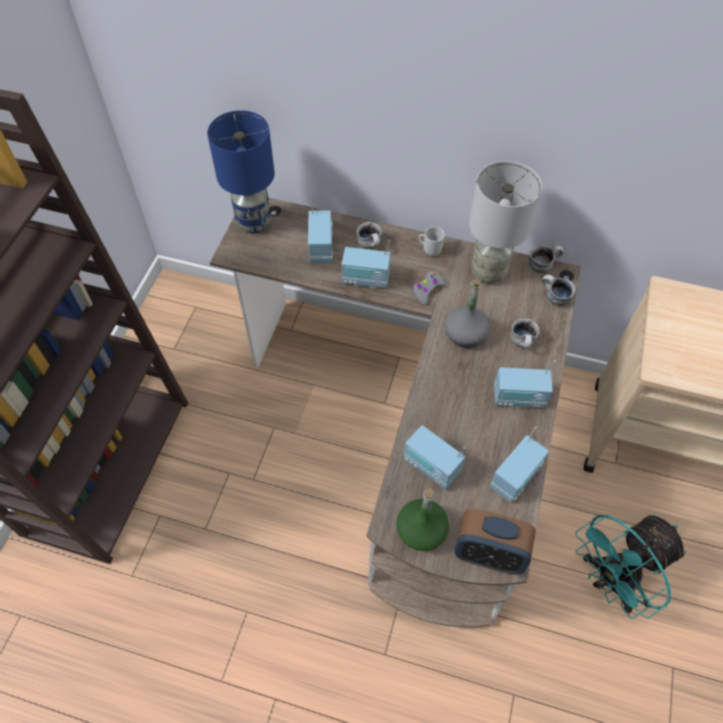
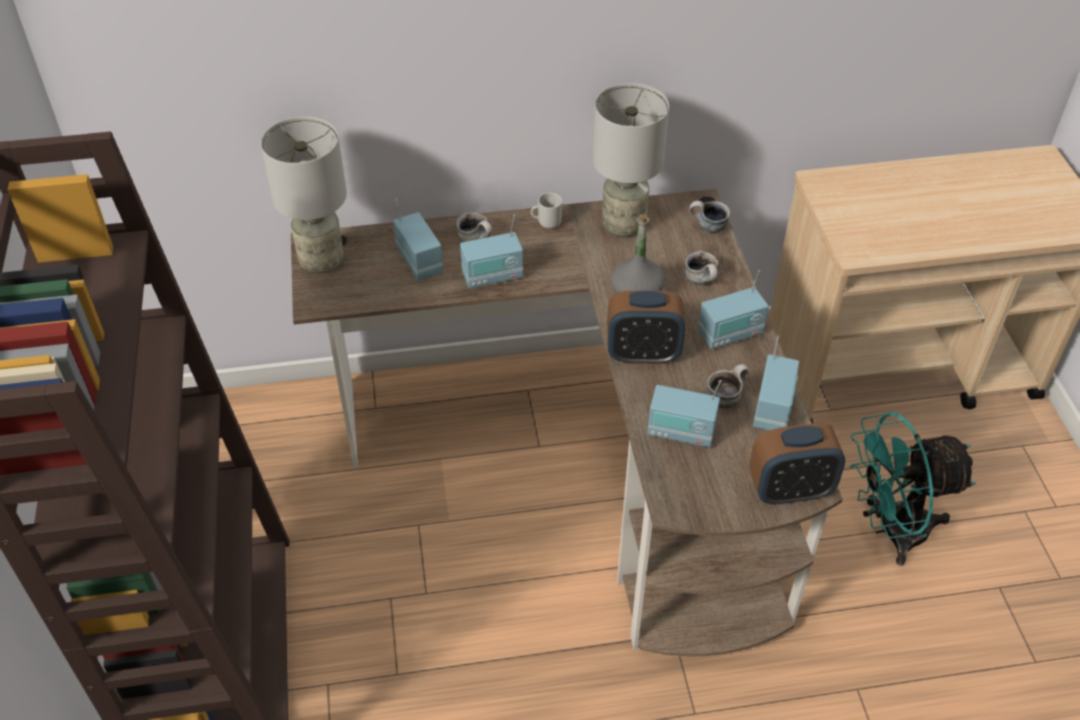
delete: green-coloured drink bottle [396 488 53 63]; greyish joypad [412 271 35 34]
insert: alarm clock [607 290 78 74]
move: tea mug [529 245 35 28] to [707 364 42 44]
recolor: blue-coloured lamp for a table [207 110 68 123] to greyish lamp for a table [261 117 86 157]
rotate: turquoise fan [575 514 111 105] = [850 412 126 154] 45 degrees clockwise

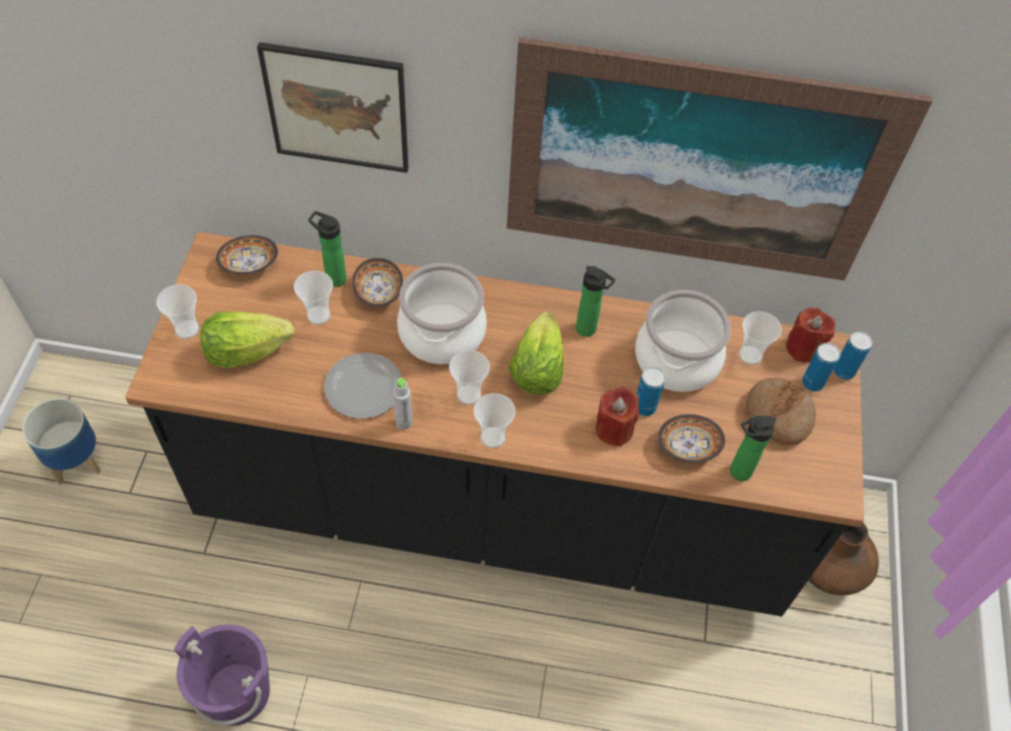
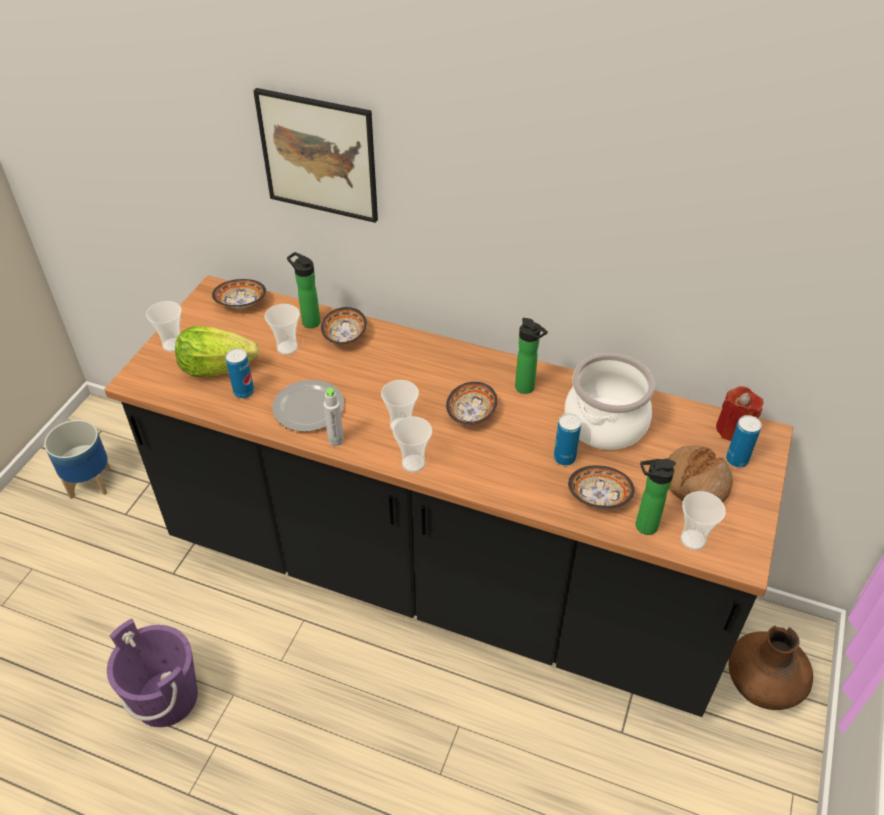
delete: saucepot [397 263 90 101]; picture [507 37 425 243]; red wax light [596 387 43 60]
move: sealed can [834 331 39 49] to [225 348 29 51]; small cup [739 311 43 54] to [680 491 46 59]
replace: lettuce head [509 311 55 83] to bowl [446 382 51 43]

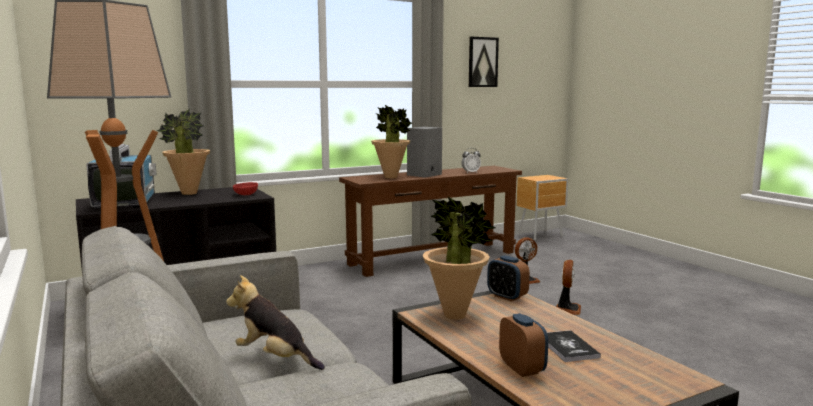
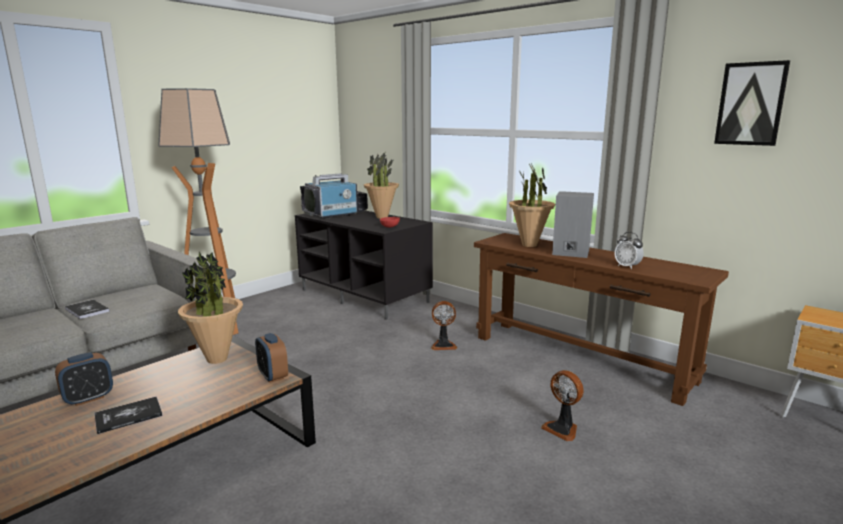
move: fan [556 260 25 55] to [431 301 26 49]
replace: plush toy [226 275 99 95] to book [65 300 44 19]
rotate: alarm clock [487 255 43 46] = [255 333 33 50] 60 degrees counterclockwise

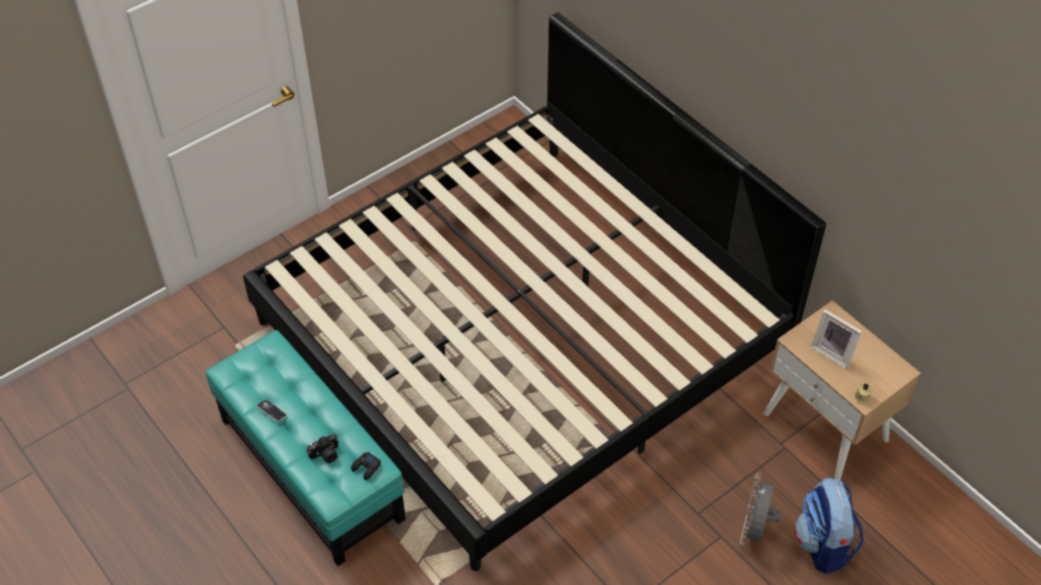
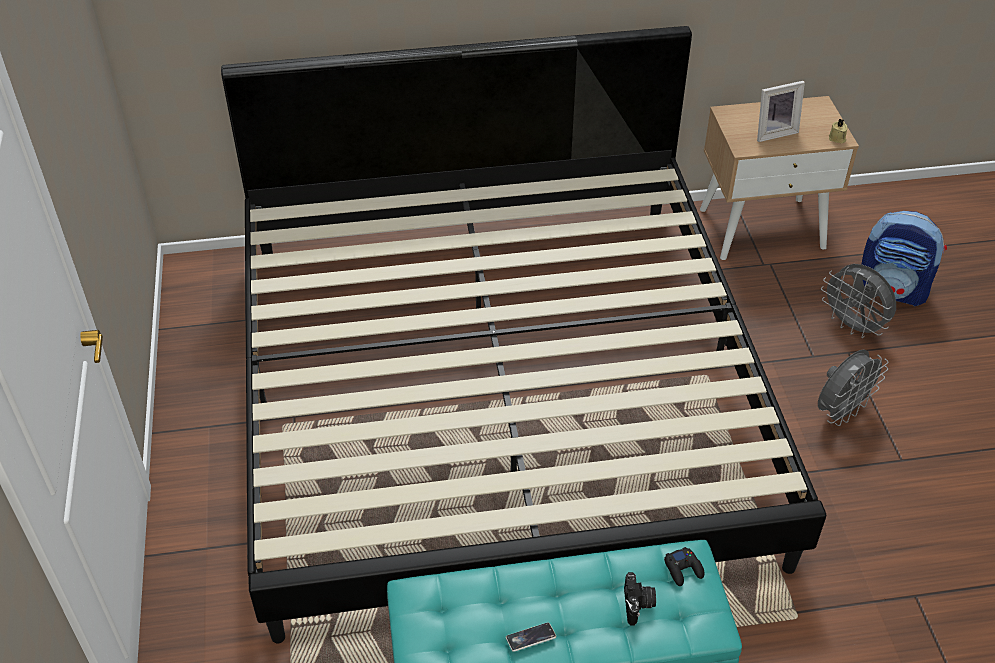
insert: greyish fan [818 349 71 77]

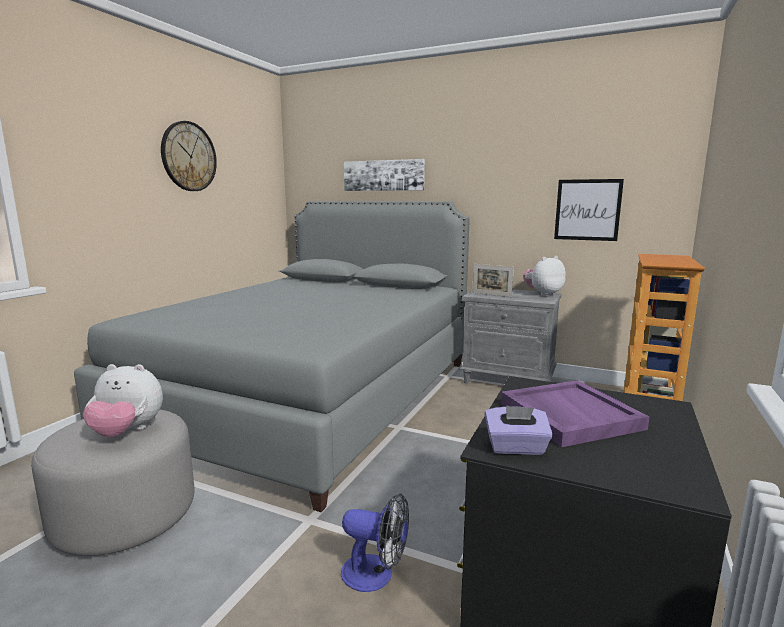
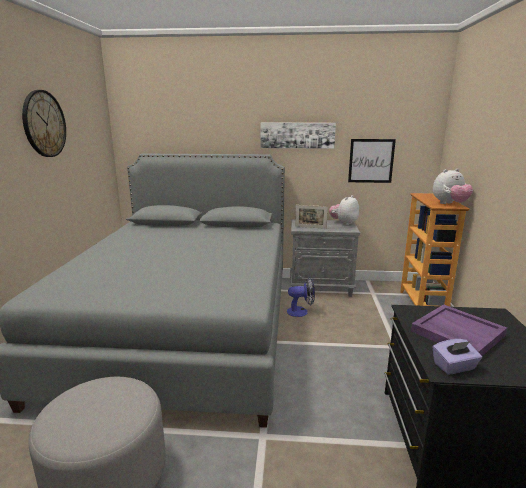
move: picture [344 159 81 32] to [261 123 75 26]; fan [341 493 68 99] to [287 277 28 40]; plush toy [83 364 80 73] to [433 169 40 35]

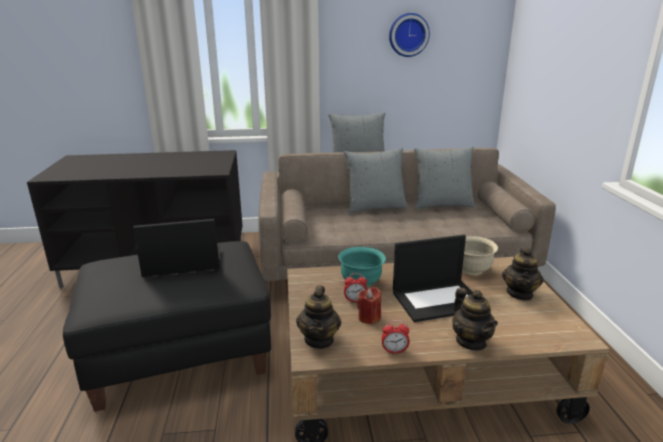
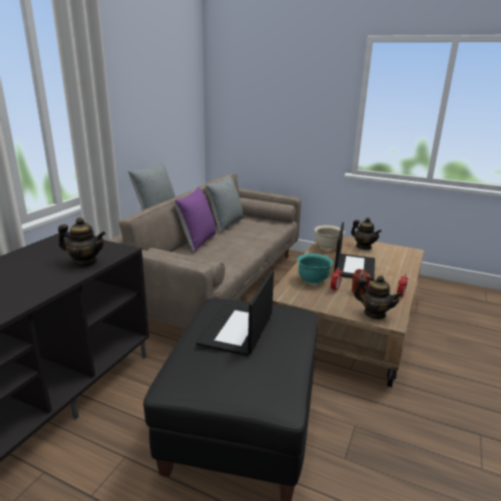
delete: hanging clock [389 13 41 44]
move: teapot [452 288 46 63] to [58 217 48 49]
recolor: greyish cushion [344 148 64 66] to purplish cushion [175 186 41 67]

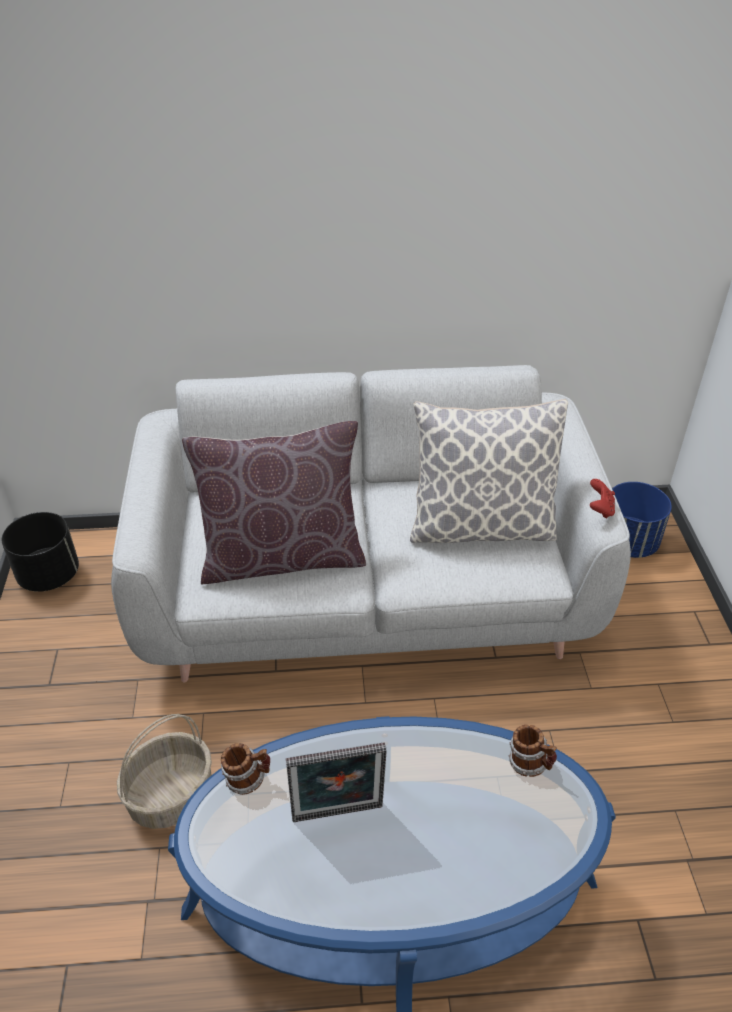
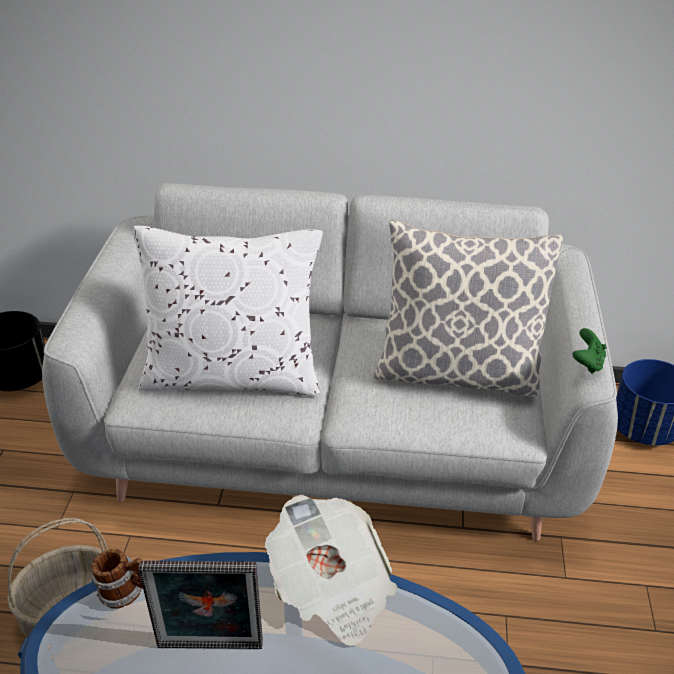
delete: tea mug [509 725 48 52]
insert: daily paper [265 495 133 151]
recolor: brownish cushion [182 421 184 163] to whitish cushion [133 226 190 170]; red joypad [590 479 25 40] to green-coloured joypad [573 328 34 46]

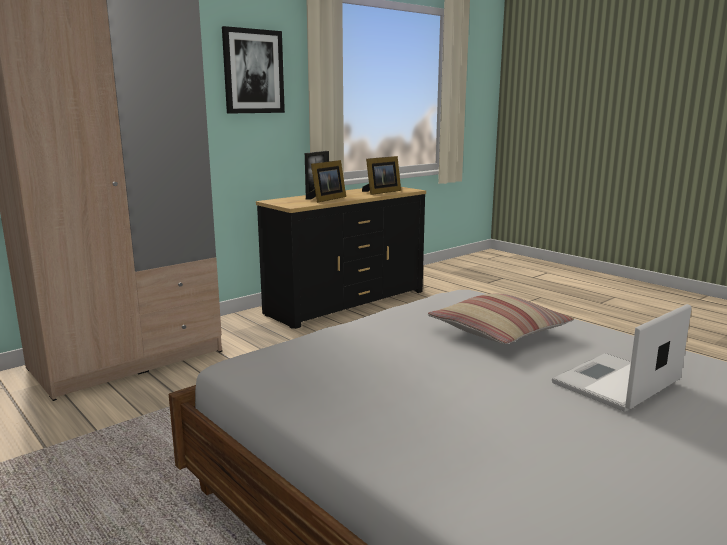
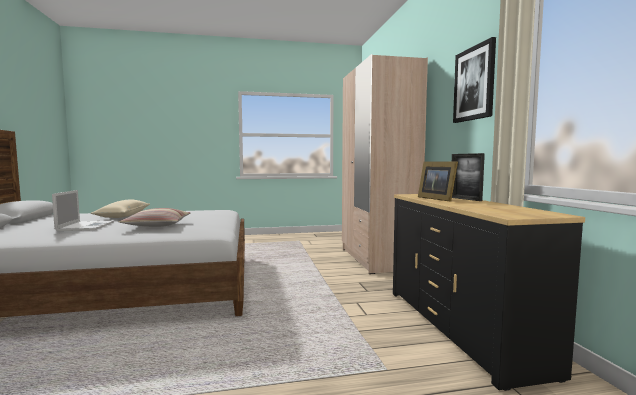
delete: photo frame [362 156 39 39]
insert: beige-coloured cushion [90 199 60 19]

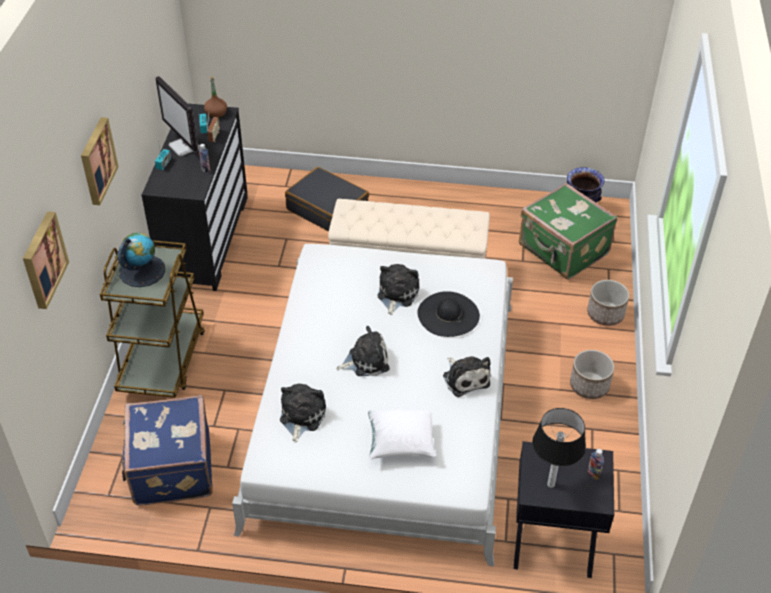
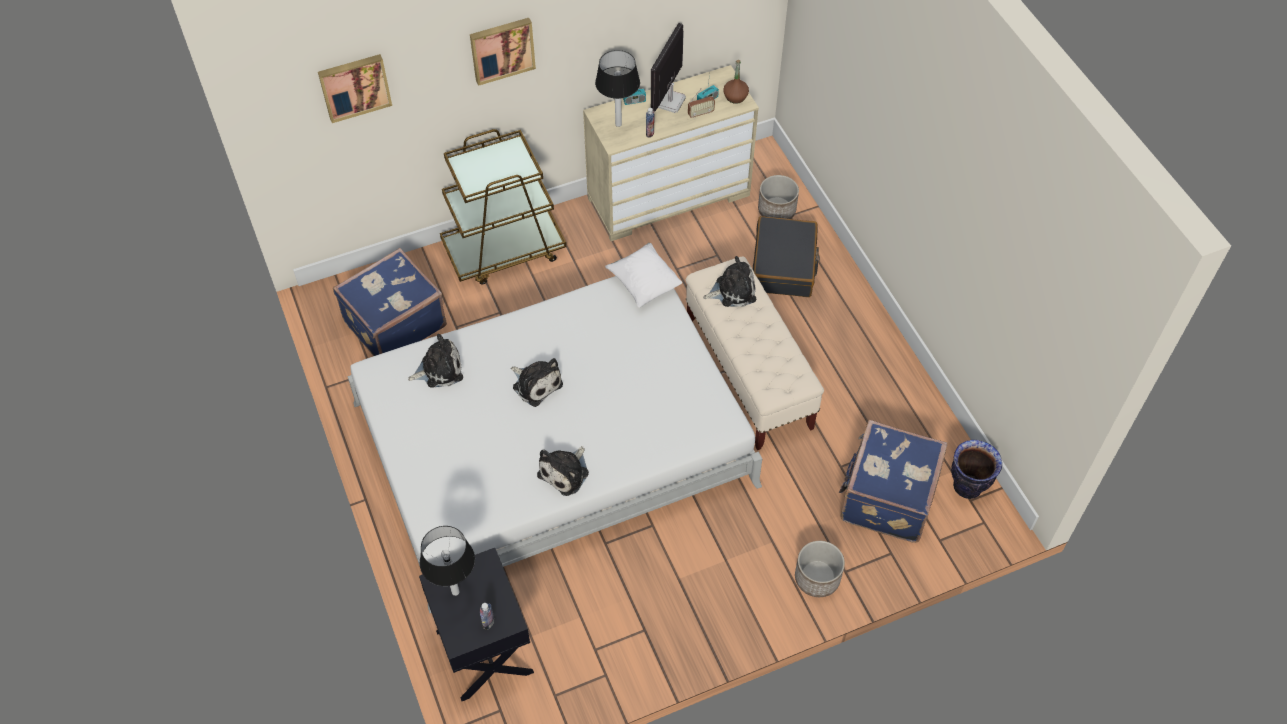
delete: desk globe [117 233 48 54]; blackish hat [418 291 62 46]
insert: lamp for a table [595 50 45 77]
move: whitish cushion [368 409 69 50] to [605 243 77 65]; plush toy [377 264 42 51] to [703 256 53 51]; planter [570 350 44 49] to [758 175 41 44]
recolor: blackish chest of drawers [142 104 106 187] to beige-coloured chest of drawers [583 65 176 176]; green-coloured suitcase [519 183 98 96] to blue-coloured suitcase [839 420 109 123]

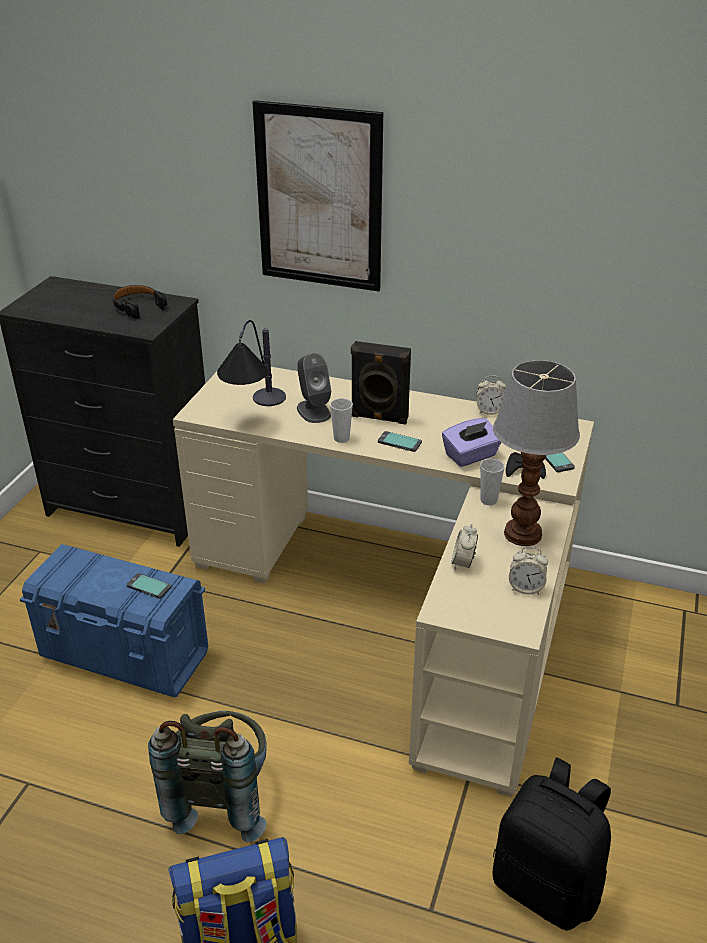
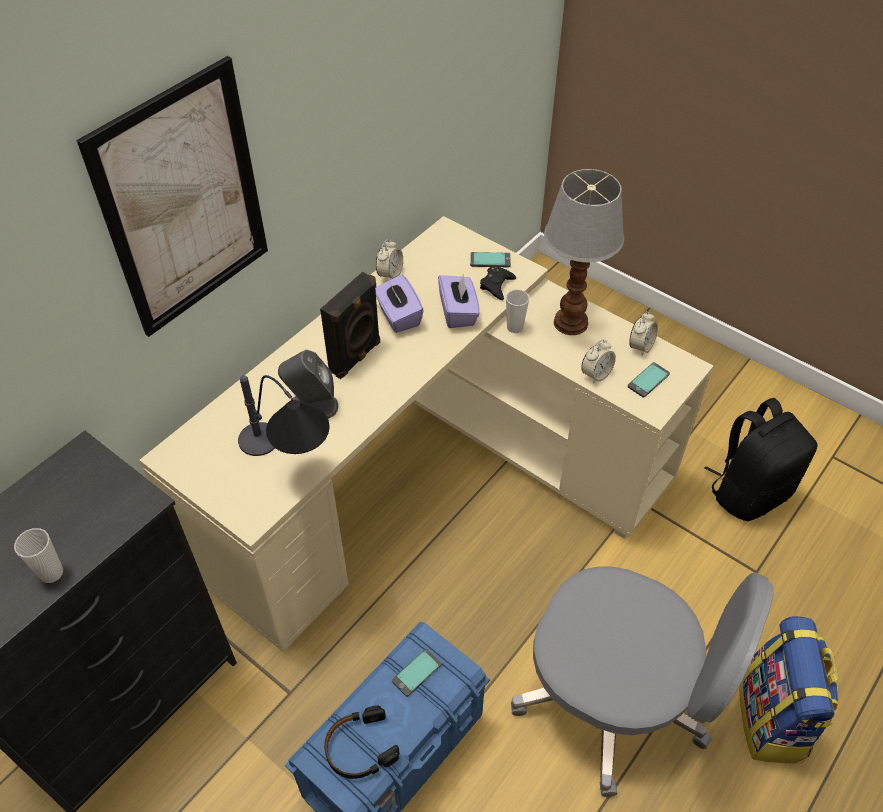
insert: purplish tissue holder [375 274 49 59]
move: small cup [330 398 23 45] to [14 528 49 55]; blackish pair of headphones [112 285 55 34] to [324 705 76 74]; telephone [378 431 44 21] to [628 362 42 36]
replace: greyish backpack [148 711 119 132] to greyish computer chair [511 566 263 231]
rotate: alarm clock [451 524 27 46] = [581 339 35 45] 75 degrees counterclockwise

